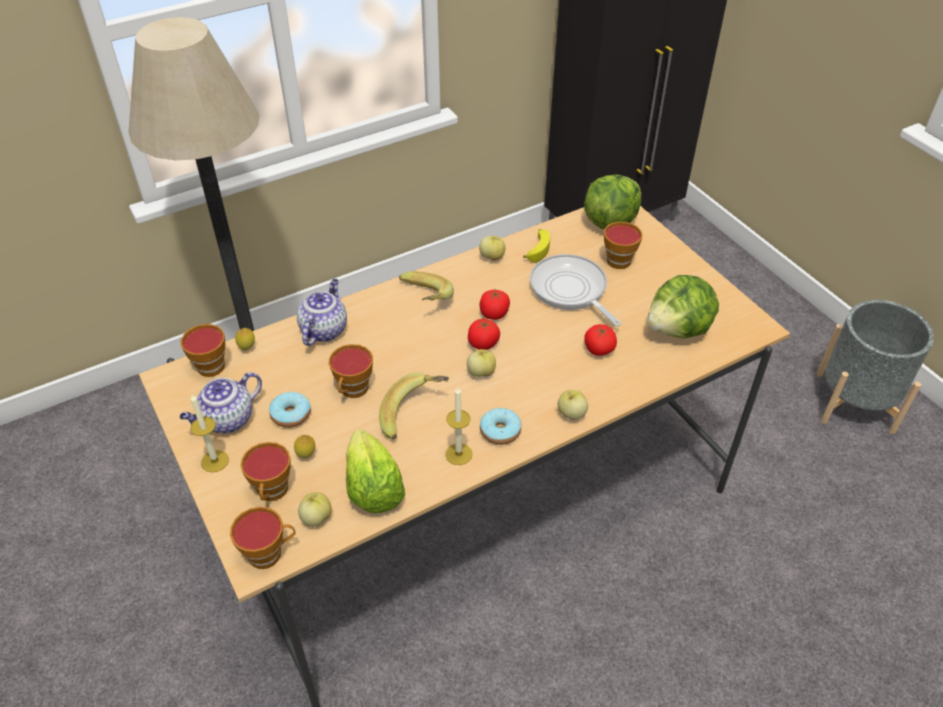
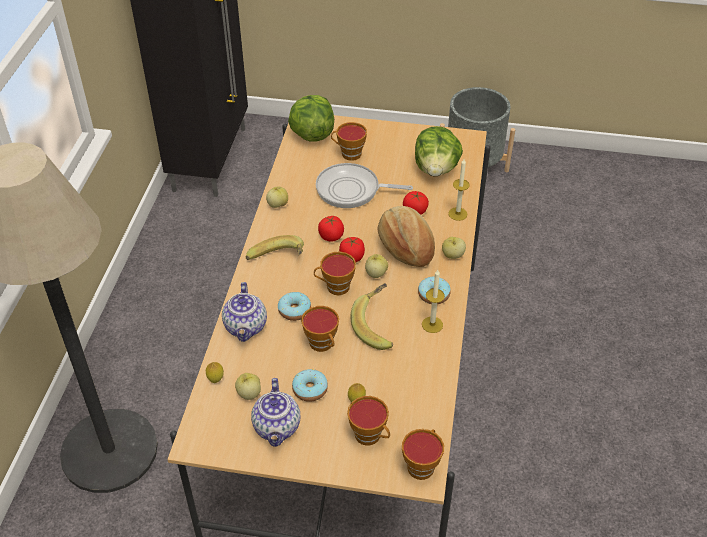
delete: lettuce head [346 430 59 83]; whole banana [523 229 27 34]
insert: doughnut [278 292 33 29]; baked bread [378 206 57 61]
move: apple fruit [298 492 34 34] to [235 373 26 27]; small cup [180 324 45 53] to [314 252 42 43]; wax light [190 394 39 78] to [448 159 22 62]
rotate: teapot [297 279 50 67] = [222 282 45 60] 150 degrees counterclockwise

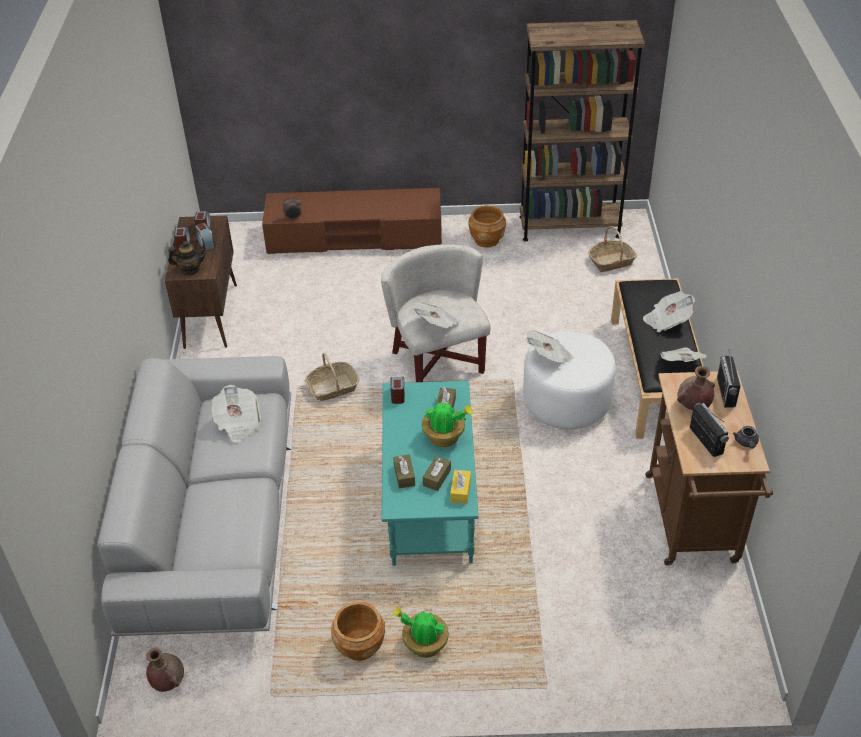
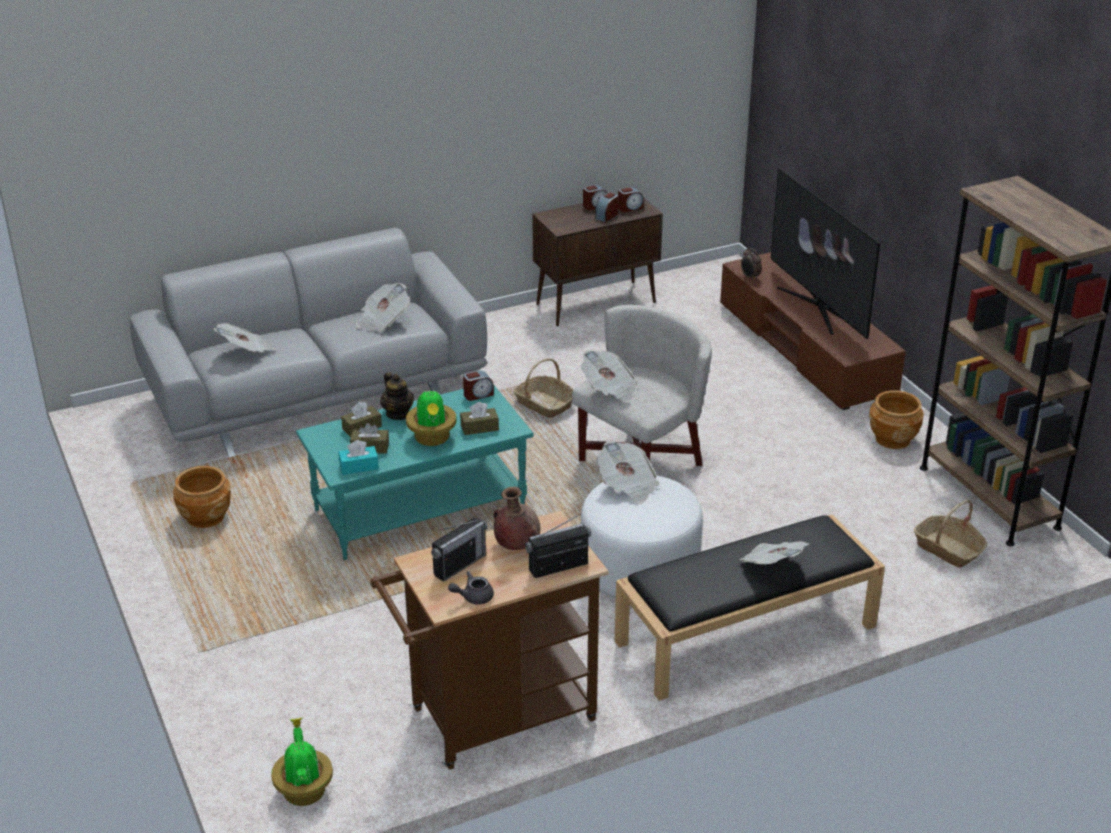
delete: brownish decorative vase [146 648 38 44]
insert: TV set [771 168 109 171]
move: daily paper [660 347 47 15] to [213 323 63 29]; plant in a pot [392 607 57 51] to [271 718 62 88]; teapot [168 241 38 34] to [380 372 34 48]
recolor: yellowish tissue holder [450 470 21 34] to turquoise tissue holder [338 440 41 35]

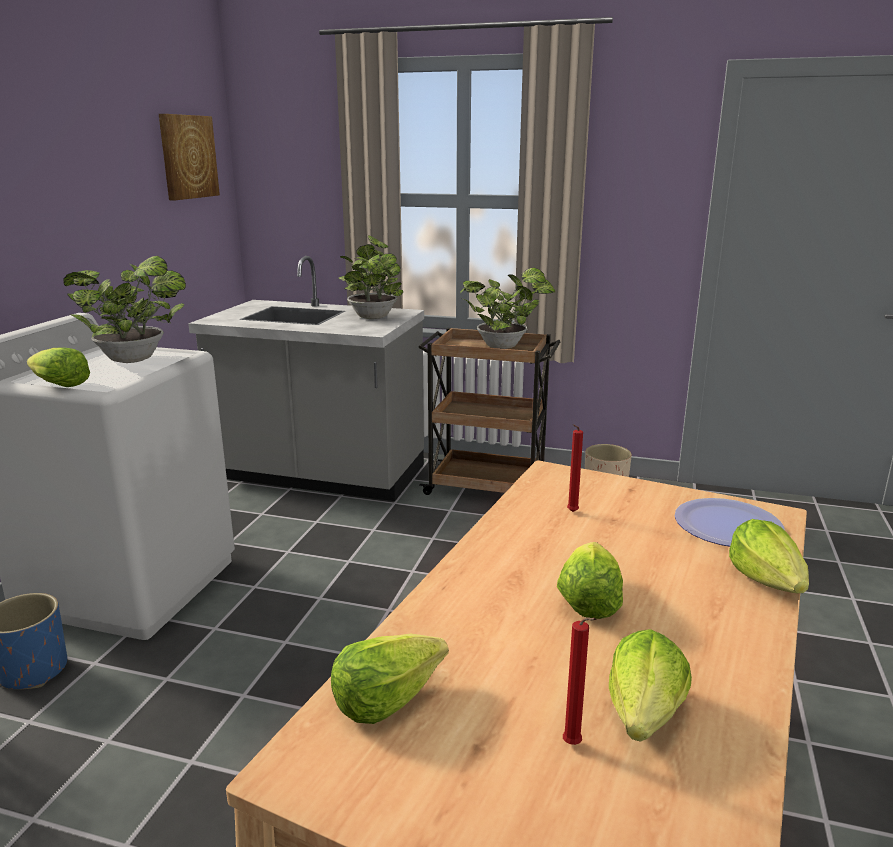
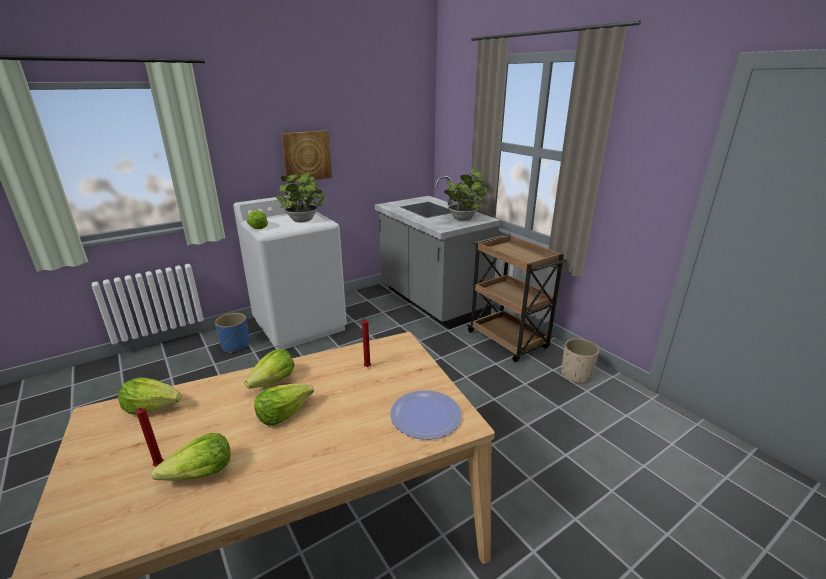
delete: plant in a pot [460 268 96 81]
move: lettuce head [729 519 80 74] to [245 349 50 39]; picture [159 114 61 86] to [281 130 51 53]

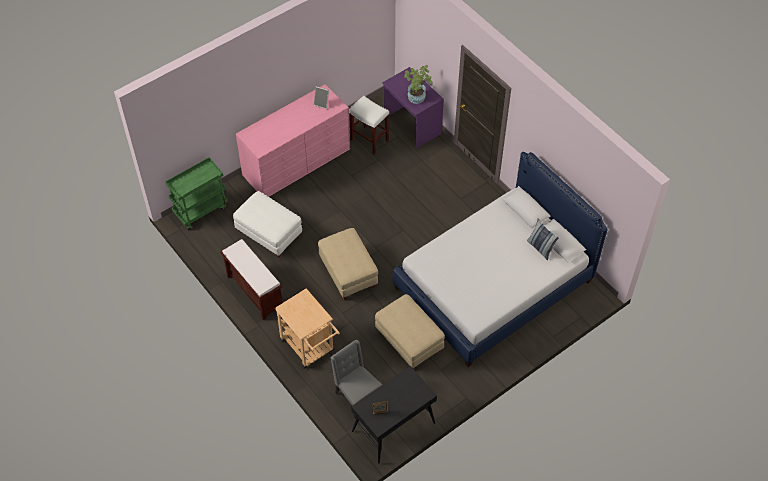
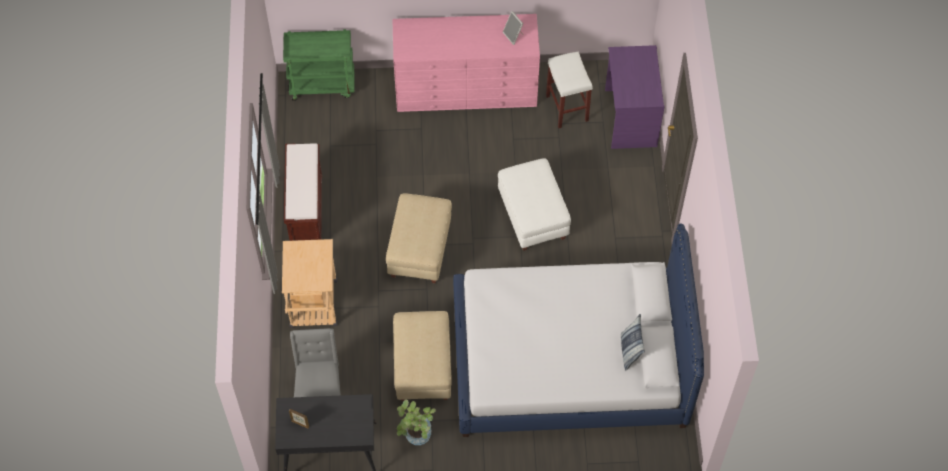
move: plant in a pot [404 65 29 39] to [396 399 40 46]; whitish footrest [233 191 69 67] to [498 158 73 93]

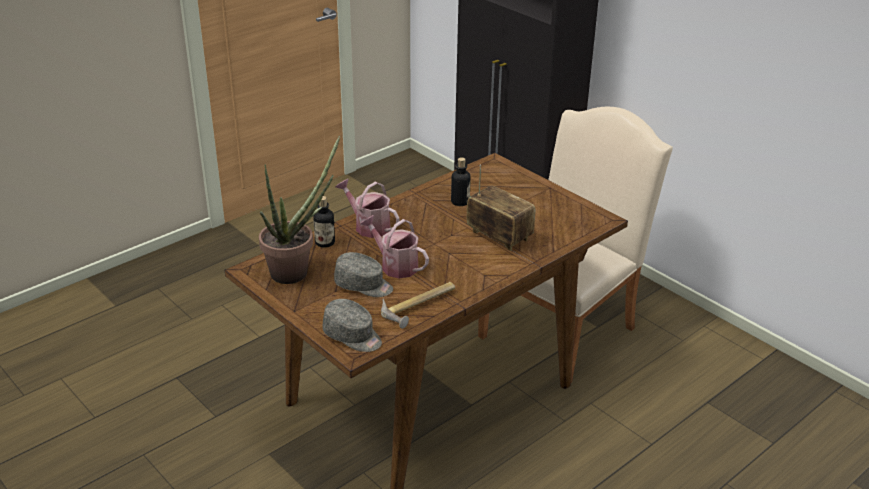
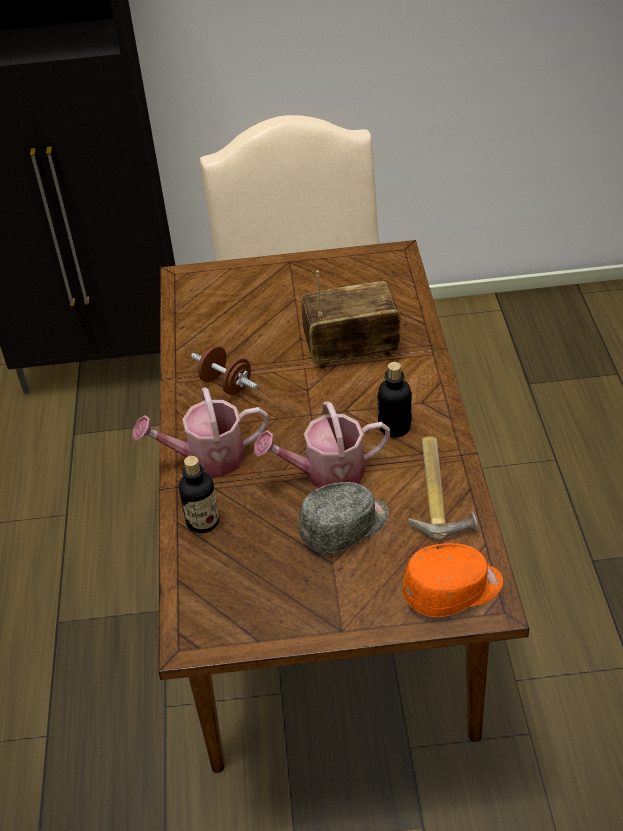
delete: plant in a pot [259 136 81 148]
insert: brownish dumbbell [191 346 67 49]
move: drink bottle [451 157 20 49] to [377 362 35 76]
recolor: greyish peaked cap [323 299 59 53] to orange-coloured peaked cap [403 543 100 74]

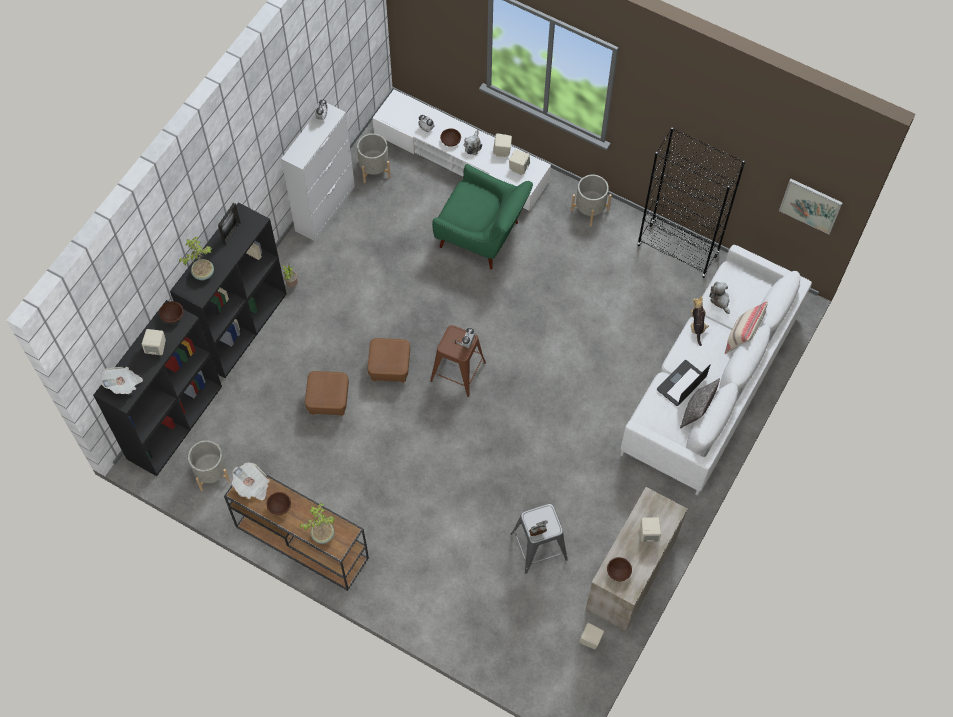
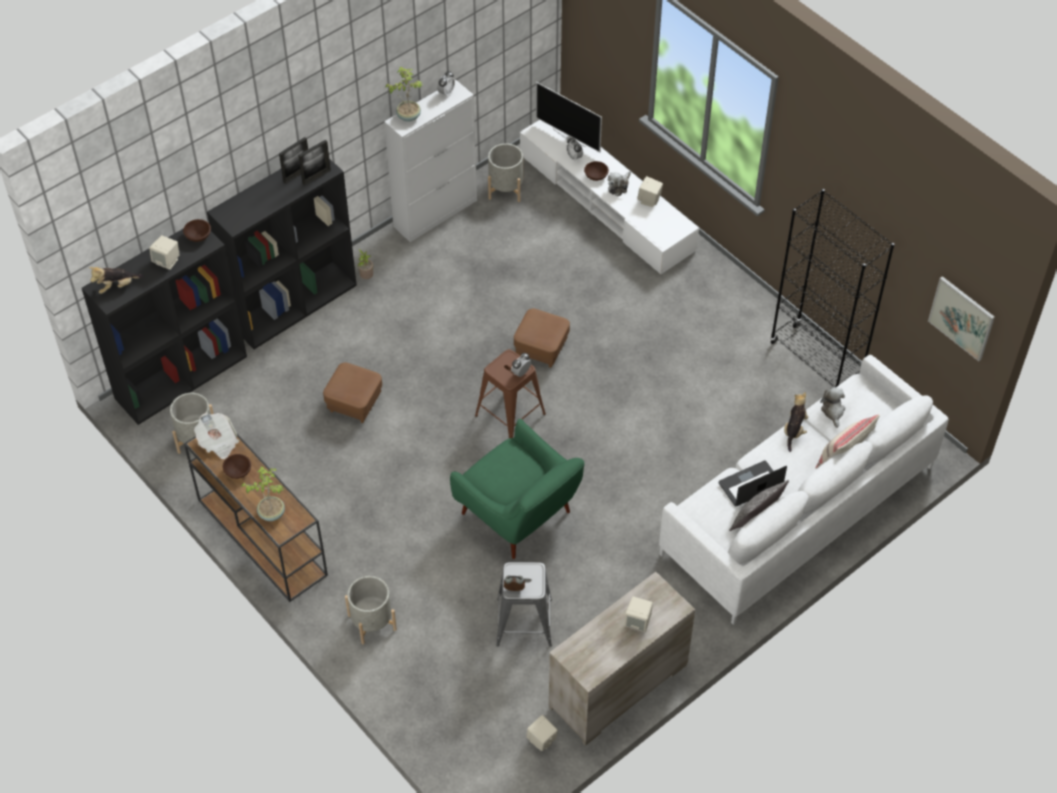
delete: beige-coloured speaker [509 150 21 25]; brownish bowl [607 557 25 24]
insert: photo frame [298 140 33 45]; TV set [536 82 66 70]
move: greyish planter [571 175 41 51] to [345 576 52 68]; plant in a pot [179 237 35 43] to [385 67 38 55]; green-coloured easy chair [432 164 101 106] to [450 419 135 140]; brownish footrest [368 338 42 45] to [514 309 56 59]
replace: daily paper [101 367 42 27] to plush toy [89 267 54 27]

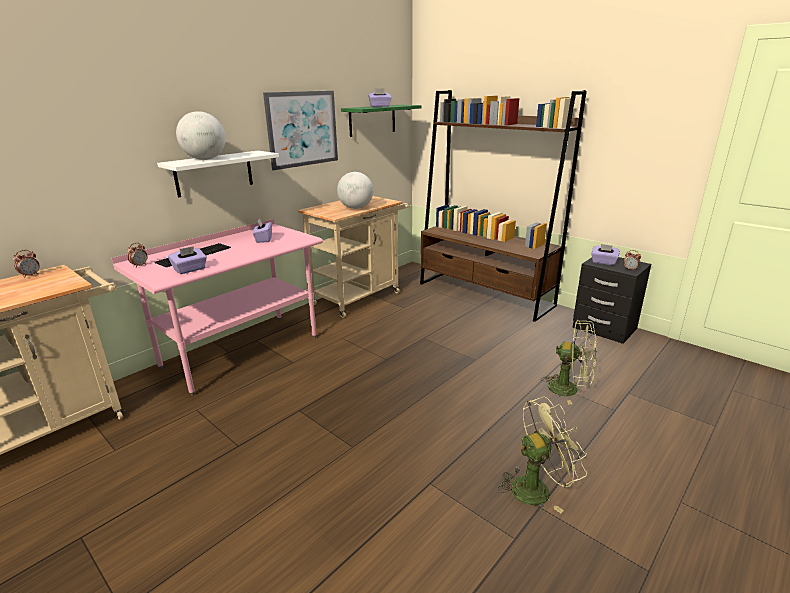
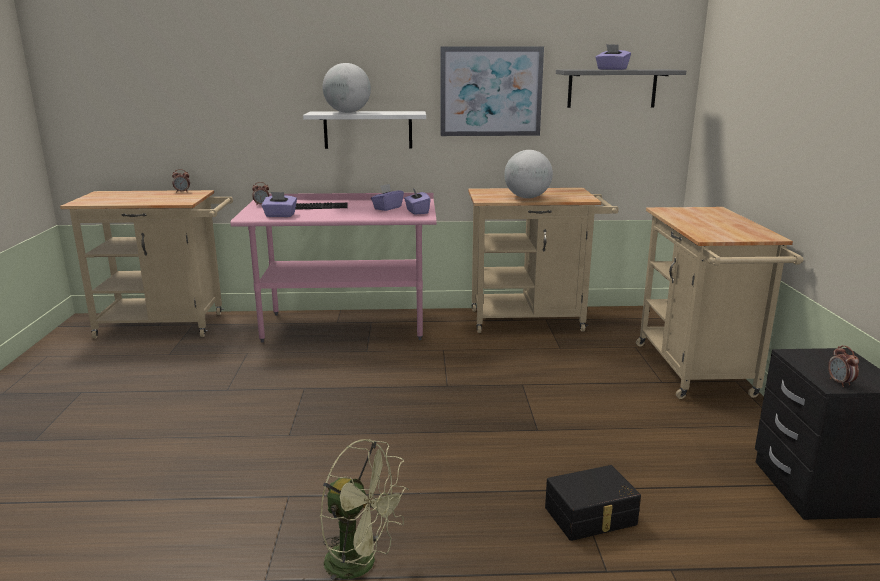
move: purplish tissue holder [592 244 28 21] to [404 188 27 27]
replace: green-coloured fan [541 320 56 84] to blackish storage container [545 465 96 76]; brownish bookcase [420 90 167 232] to beige-coloured wheeled cart [636 207 167 192]
recolor: green-coloured bracket shelf [341 105 80 32] to greyish bracket shelf [556 69 130 39]

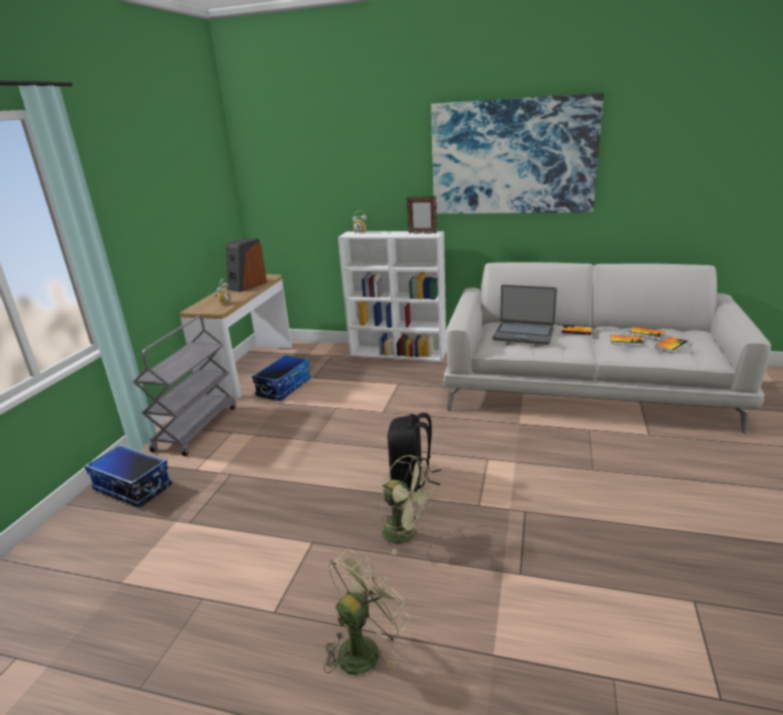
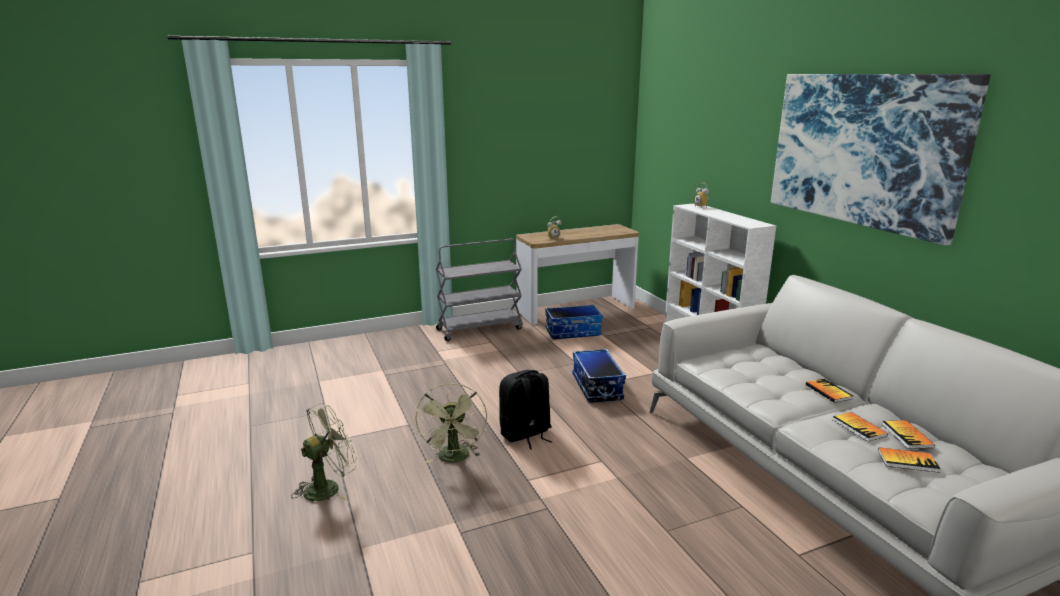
delete: speaker [226 238 41 54]; photo frame [406 196 31 38]; notebook computer [493 285 64 60]
move: storage container [85 444 87 64] to [573 349 53 54]
rotate: green-coloured fan [324 549 86 126] = [291 403 66 98] 45 degrees counterclockwise

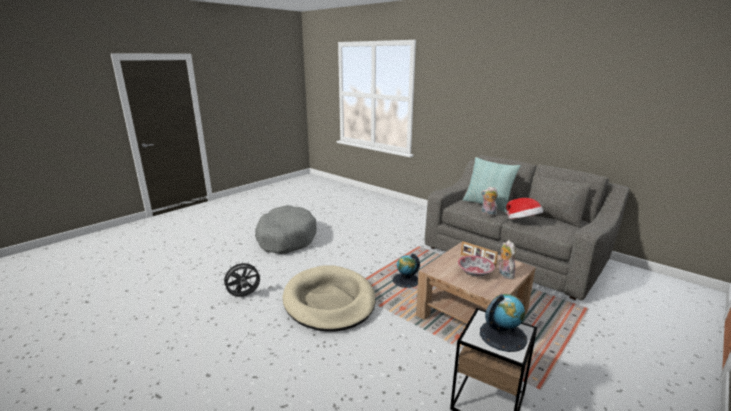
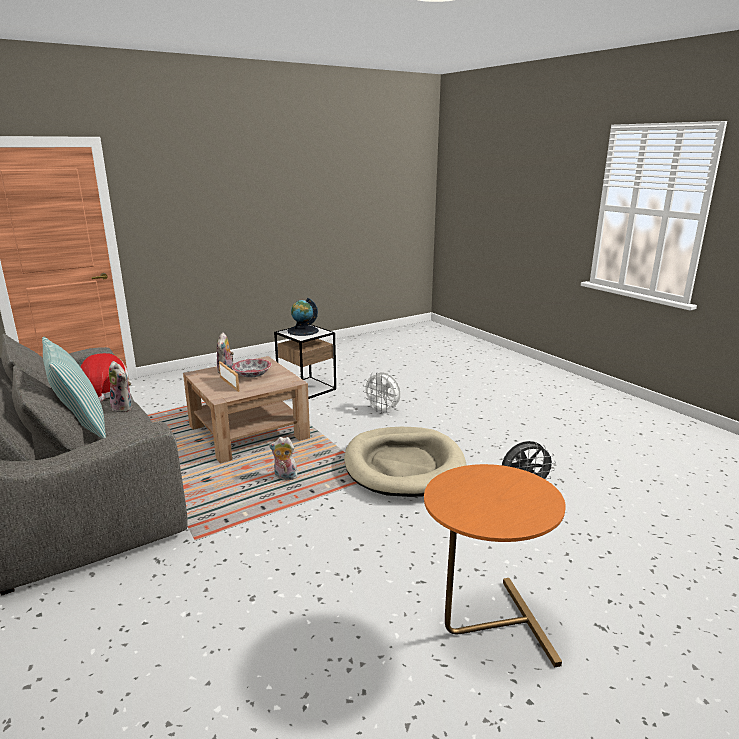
insert: whitish fan [364 372 37 41]
replace: desk globe [393 254 27 34] to plush toy [269 437 29 43]; greyish dog cushion [255 205 62 49] to orange-coloured end table [424 464 142 203]

